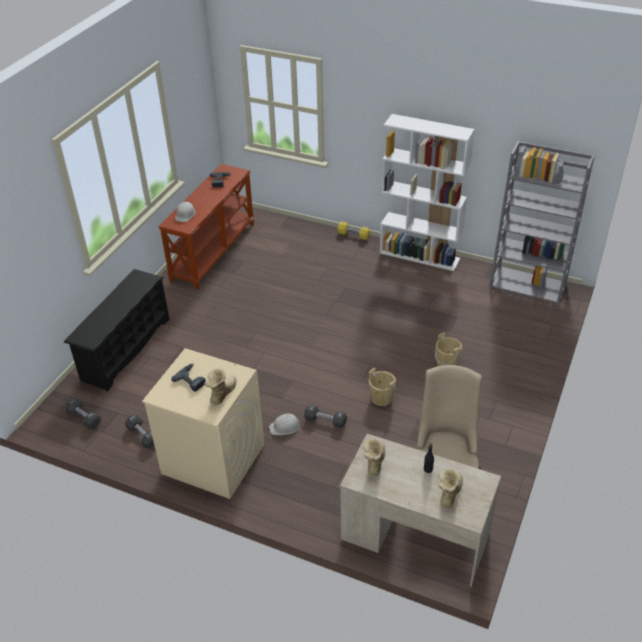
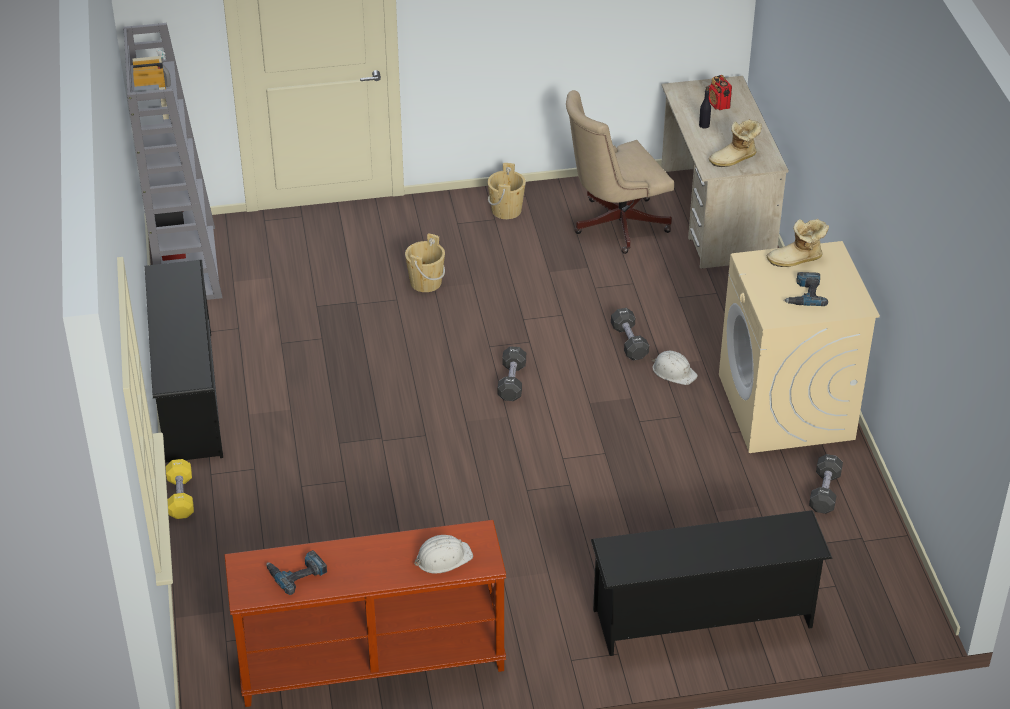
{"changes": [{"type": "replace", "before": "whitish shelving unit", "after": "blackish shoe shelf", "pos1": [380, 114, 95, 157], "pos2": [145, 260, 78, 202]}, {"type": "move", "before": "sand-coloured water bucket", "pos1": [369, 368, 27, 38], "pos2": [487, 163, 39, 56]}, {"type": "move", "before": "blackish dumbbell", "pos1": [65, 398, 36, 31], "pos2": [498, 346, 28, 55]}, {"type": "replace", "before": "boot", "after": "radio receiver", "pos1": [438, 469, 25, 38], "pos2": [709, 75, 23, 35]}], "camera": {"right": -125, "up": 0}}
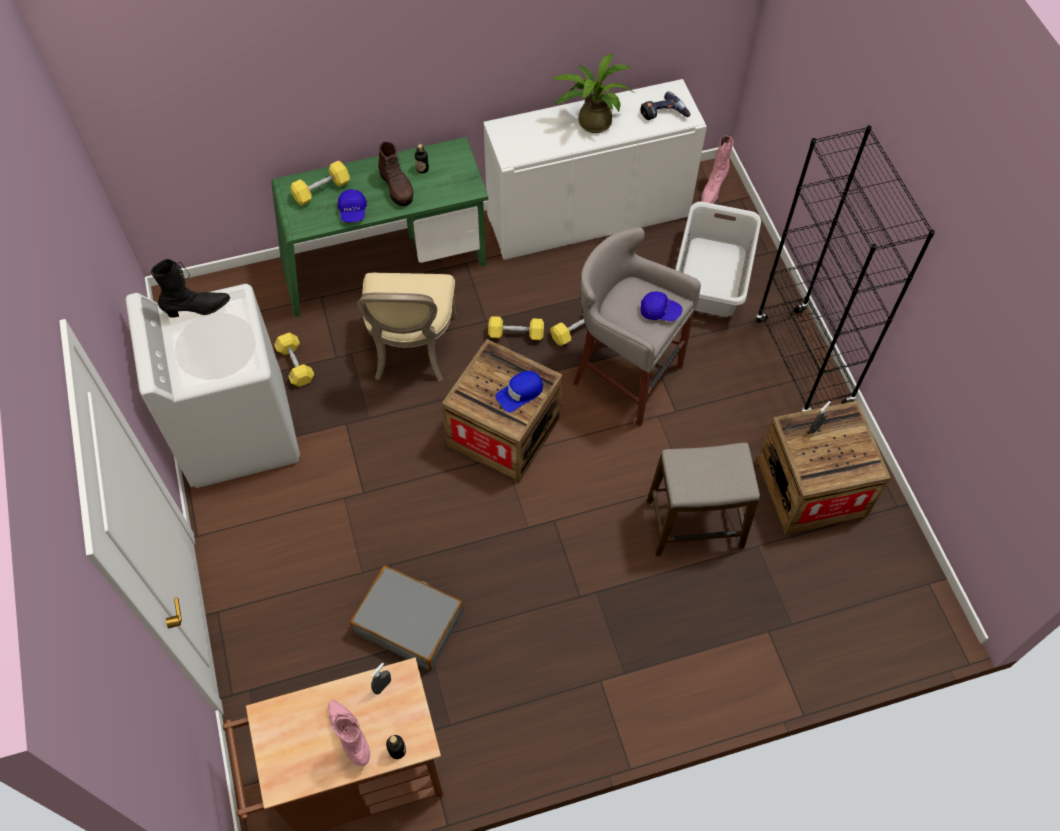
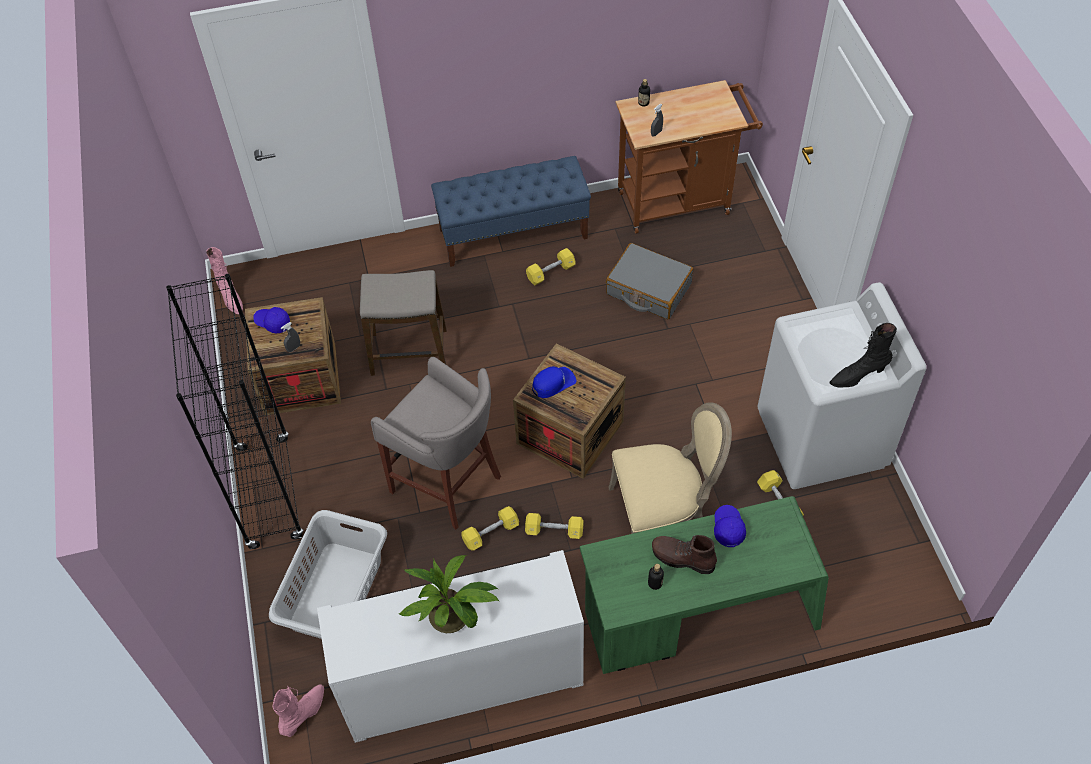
{"changes": [{"type": "move", "before": "pink boot", "pos1": [328, 700, 42, 66], "pos2": [206, 247, 37, 67]}, {"type": "move", "before": "bluish baseball cap", "pos1": [640, 291, 43, 30], "pos2": [253, 307, 37, 26]}, {"type": "insert", "after": "bluish bench", "pos2": [431, 156, 160, 111]}, {"type": "move", "before": "yellowish dumbbell", "pos1": [291, 160, 59, 46], "pos2": [526, 248, 50, 37]}, {"type": "rotate", "before": "sand-coloured upright chair", "pos1": [357, 273, 100, 109], "pos2": [608, 402, 124, 132], "turn": 75}, {"type": "rotate", "before": "brown boot", "pos1": [378, 141, 35, 65], "pos2": [652, 535, 65, 39], "turn": -45}, {"type": "delete", "before": "drill", "pos1": [640, 91, 50, 29]}], "camera": {"right": -175, "up": -5}}
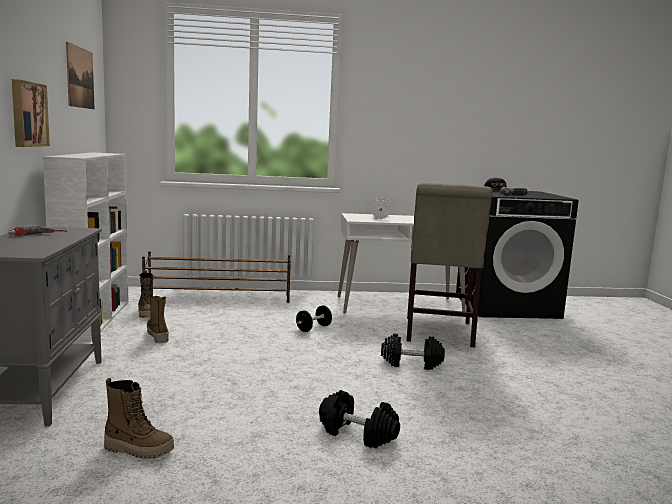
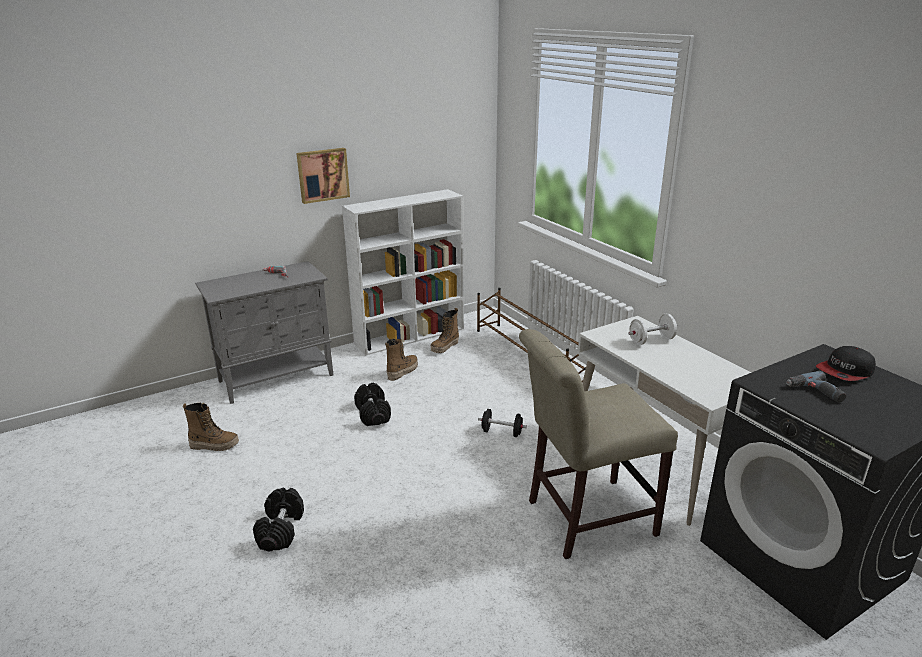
{"changes": [{"type": "rotate", "before": "boot", "pos1": [104, 378, 70, 81], "pos2": [183, 403, 56, 48], "turn": -75}, {"type": "move", "before": "blackish dumbbell", "pos1": [381, 333, 64, 37], "pos2": [354, 383, 37, 43]}, {"type": "delete", "before": "wall art", "pos1": [66, 42, 28, 67]}], "camera": {"right": 65, "up": 15}}
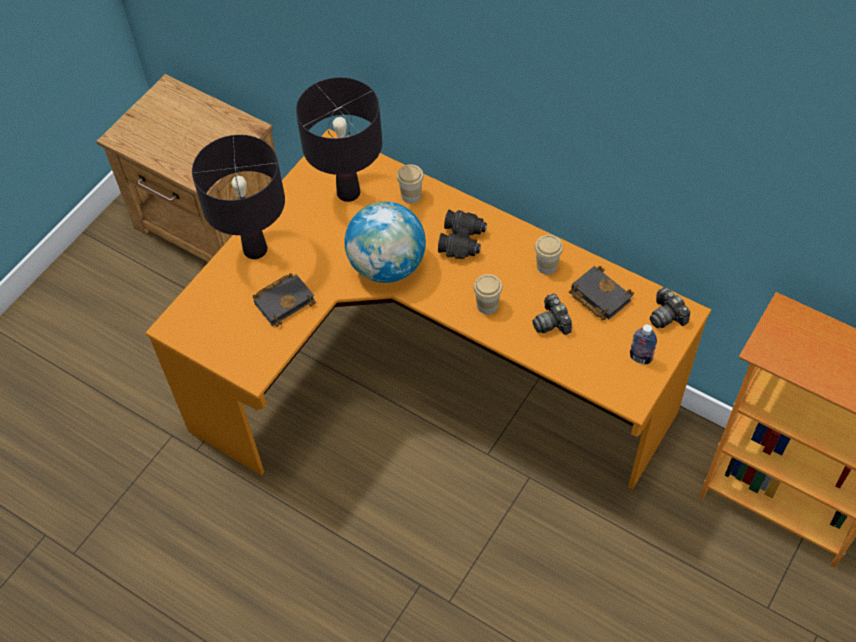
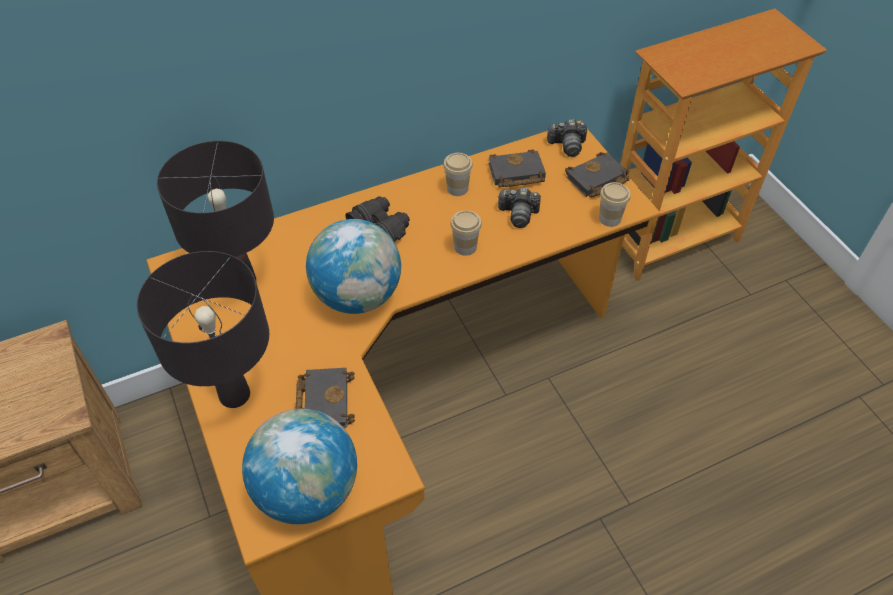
{"changes": [{"type": "insert", "after": "world globe", "pos2": [242, 409, 115, 115]}, {"type": "replace", "before": "drink bottle", "after": "blackish book", "pos1": [630, 324, 27, 40], "pos2": [565, 152, 65, 46]}, {"type": "move", "before": "small cup", "pos1": [397, 164, 27, 39], "pos2": [599, 182, 31, 45]}], "camera": {"right": -60, "up": -5}}
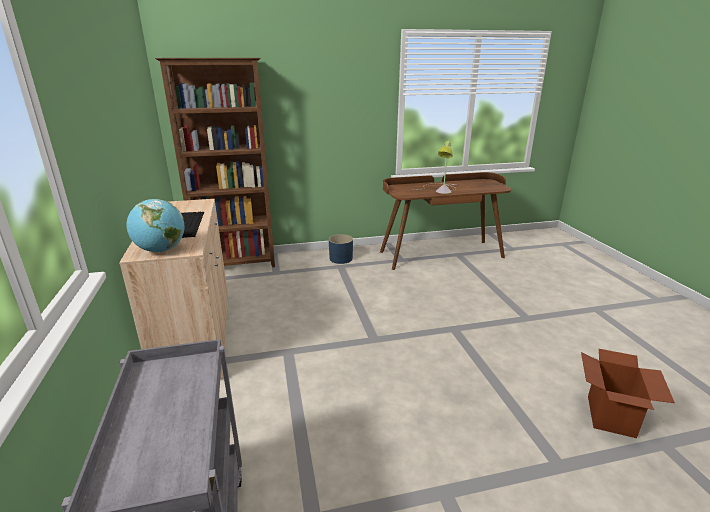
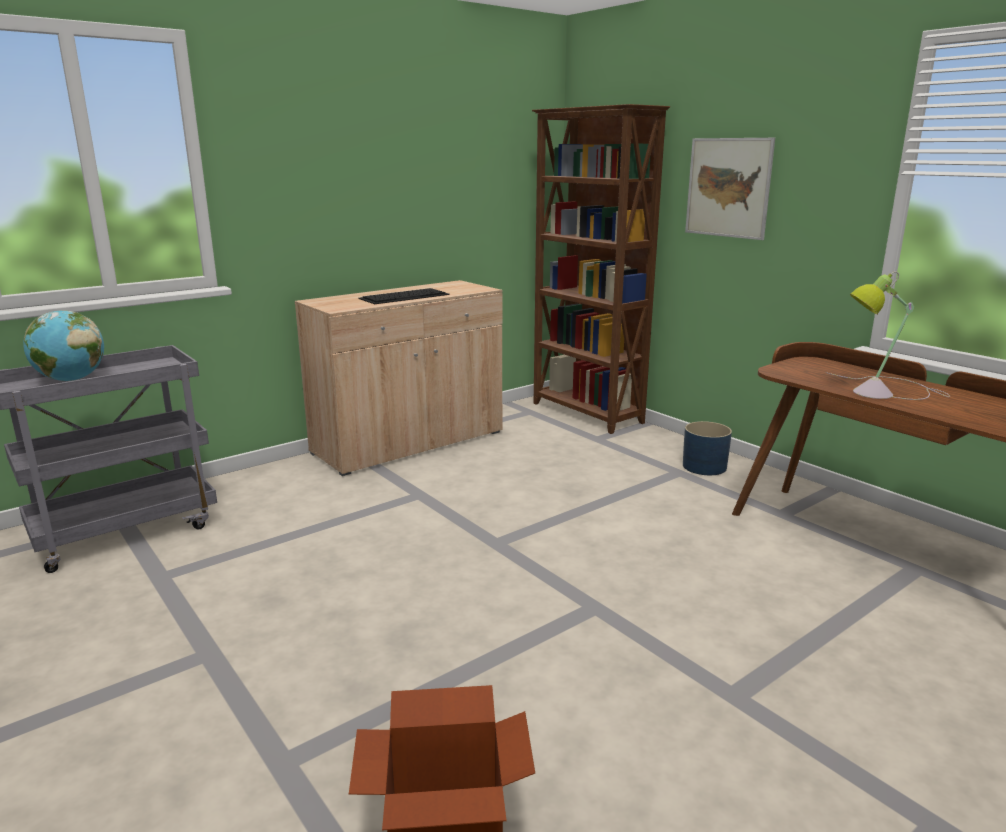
{"changes": [{"type": "move", "before": "world globe", "pos1": [127, 199, 58, 53], "pos2": [23, 310, 81, 71]}, {"type": "insert", "after": "wall art", "pos2": [685, 138, 90, 102]}], "camera": {"right": 65, "up": -5}}
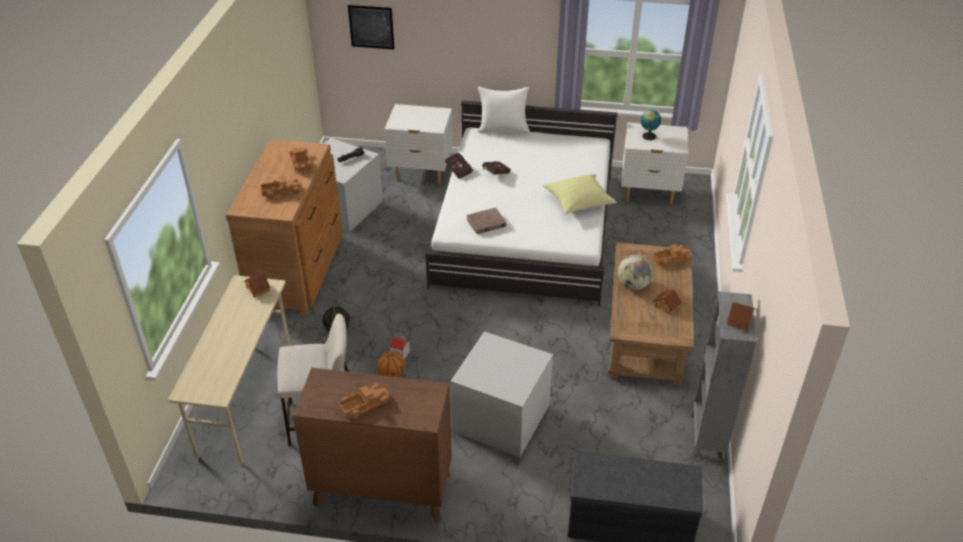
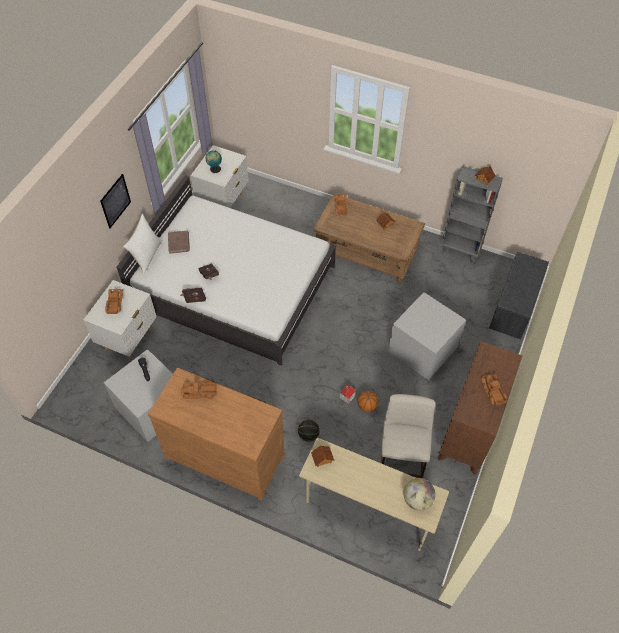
{"changes": [{"type": "move", "before": "wall art", "pos1": [348, 5, 46, 44], "pos2": [100, 174, 31, 55]}, {"type": "move", "before": "model truck", "pos1": [260, 176, 42, 23], "pos2": [105, 289, 18, 25]}, {"type": "move", "before": "brown book", "pos1": [466, 207, 41, 27], "pos2": [168, 231, 22, 23]}, {"type": "move", "before": "world globe", "pos1": [618, 255, 35, 35], "pos2": [403, 478, 33, 33]}, {"type": "delete", "before": "yellowish pillow", "pos1": [543, 174, 74, 40]}], "camera": {"right": -75, "up": 15}}
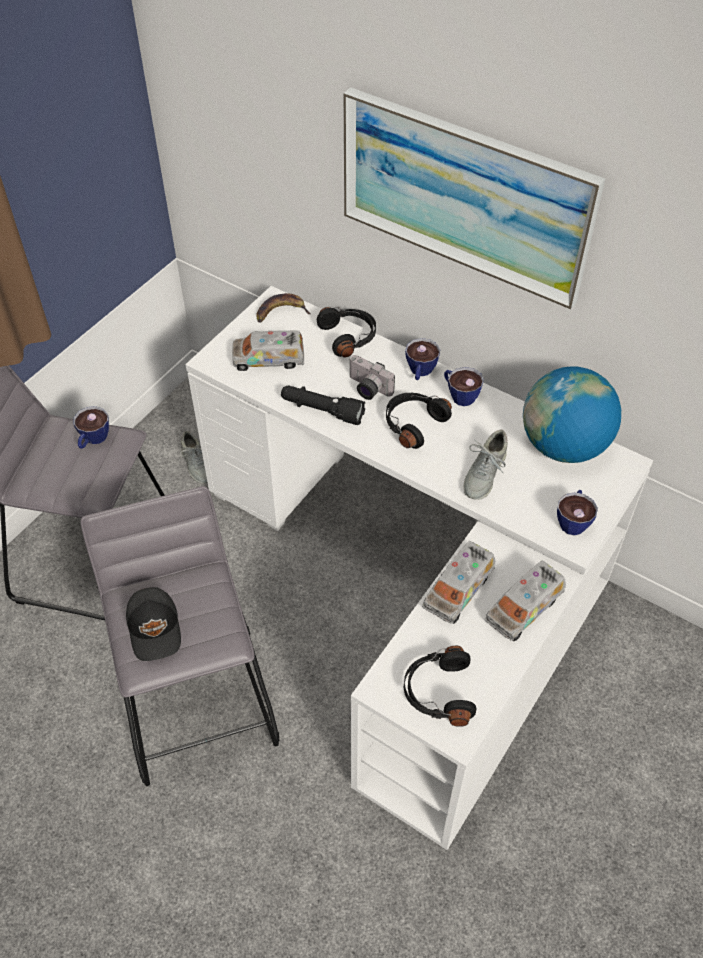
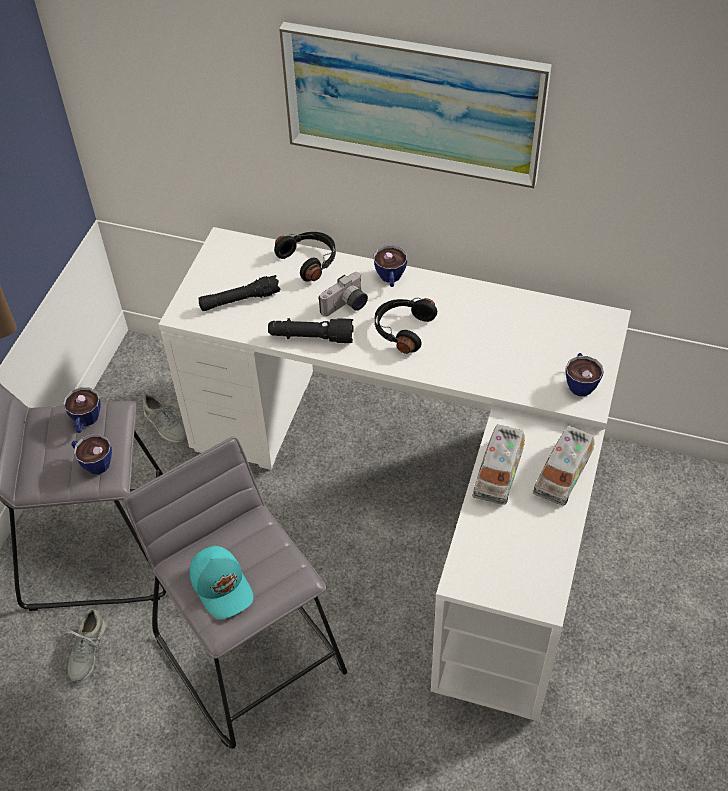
{"changes": [{"type": "move", "before": "gray item of footwear", "pos1": [464, 430, 44, 70], "pos2": [64, 609, 42, 73]}, {"type": "move", "before": "small cup", "pos1": [444, 367, 40, 39], "pos2": [71, 434, 41, 40]}, {"type": "recolor", "before": "blackish baseball cap", "after": "turquoise baseball cap", "pos1": [126, 587, 55, 74], "pos2": [190, 546, 64, 73]}, {"type": "replace", "before": "model truck", "after": "blackish flashlight", "pos1": [232, 330, 72, 41], "pos2": [198, 275, 83, 36]}, {"type": "rotate", "before": "still camera", "pos1": [349, 355, 46, 45], "pos2": [318, 272, 50, 45], "turn": -60}, {"type": "delete", "before": "banana fruit", "pos1": [256, 293, 54, 30]}, {"type": "delete", "before": "blackish headset", "pos1": [404, 646, 72, 81]}, {"type": "delete", "before": "world globe", "pos1": [523, 366, 98, 97]}], "camera": {"right": -15, "up": 0}}
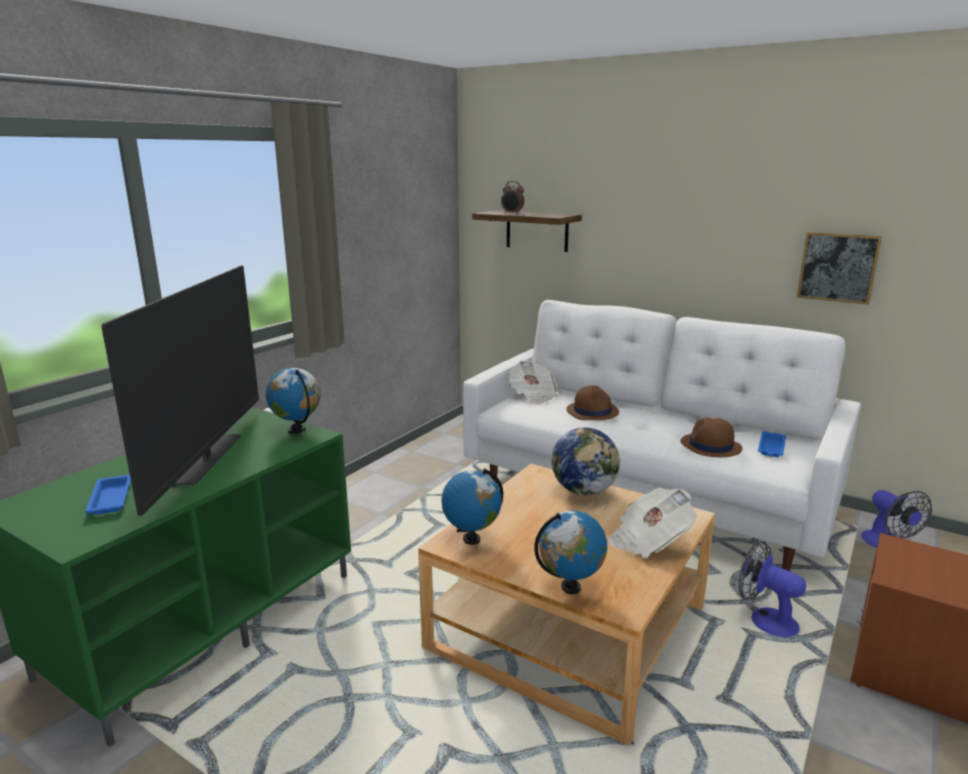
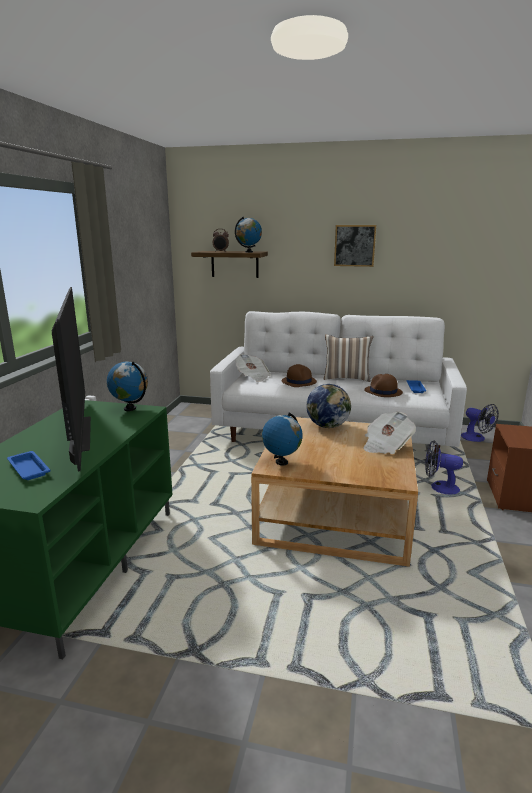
{"changes": [{"type": "move", "before": "world globe", "pos1": [534, 511, 73, 83], "pos2": [235, 217, 27, 35]}, {"type": "insert", "after": "pillow", "pos2": [324, 334, 50, 48]}, {"type": "move", "before": "wall art", "pos1": [797, 232, 85, 73], "pos2": [334, 225, 42, 42]}], "camera": {"right": -20, "up": 0}}
